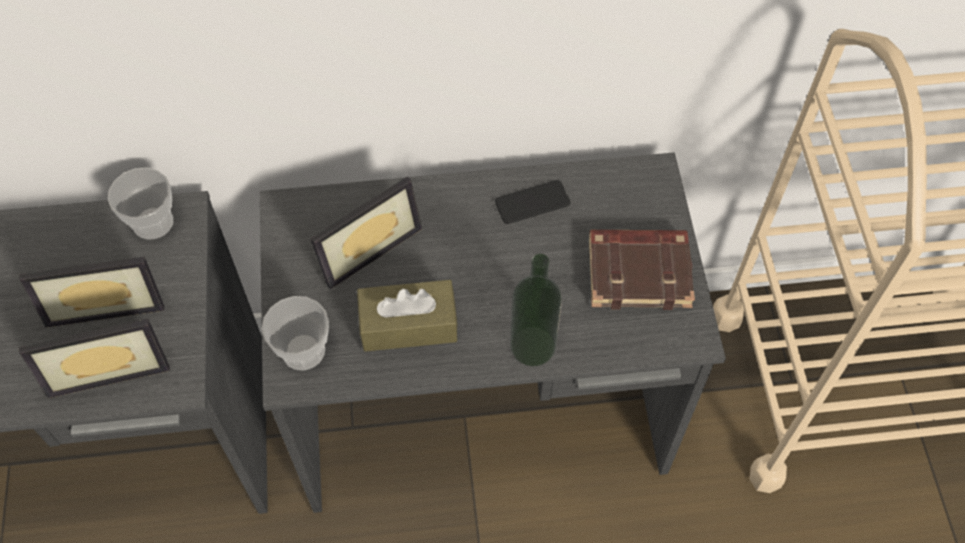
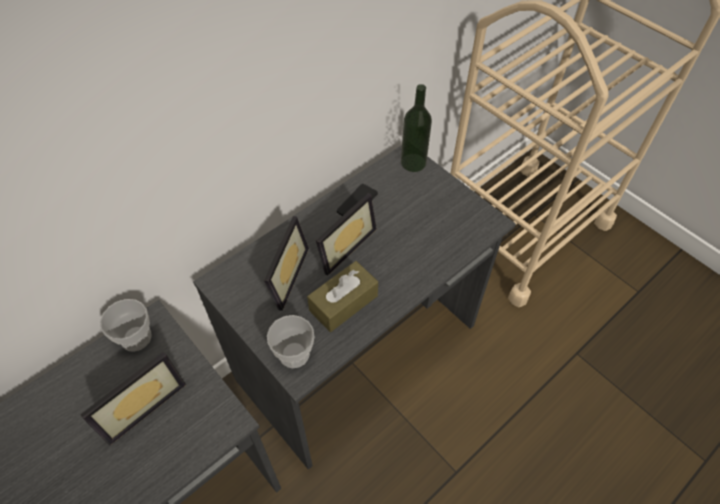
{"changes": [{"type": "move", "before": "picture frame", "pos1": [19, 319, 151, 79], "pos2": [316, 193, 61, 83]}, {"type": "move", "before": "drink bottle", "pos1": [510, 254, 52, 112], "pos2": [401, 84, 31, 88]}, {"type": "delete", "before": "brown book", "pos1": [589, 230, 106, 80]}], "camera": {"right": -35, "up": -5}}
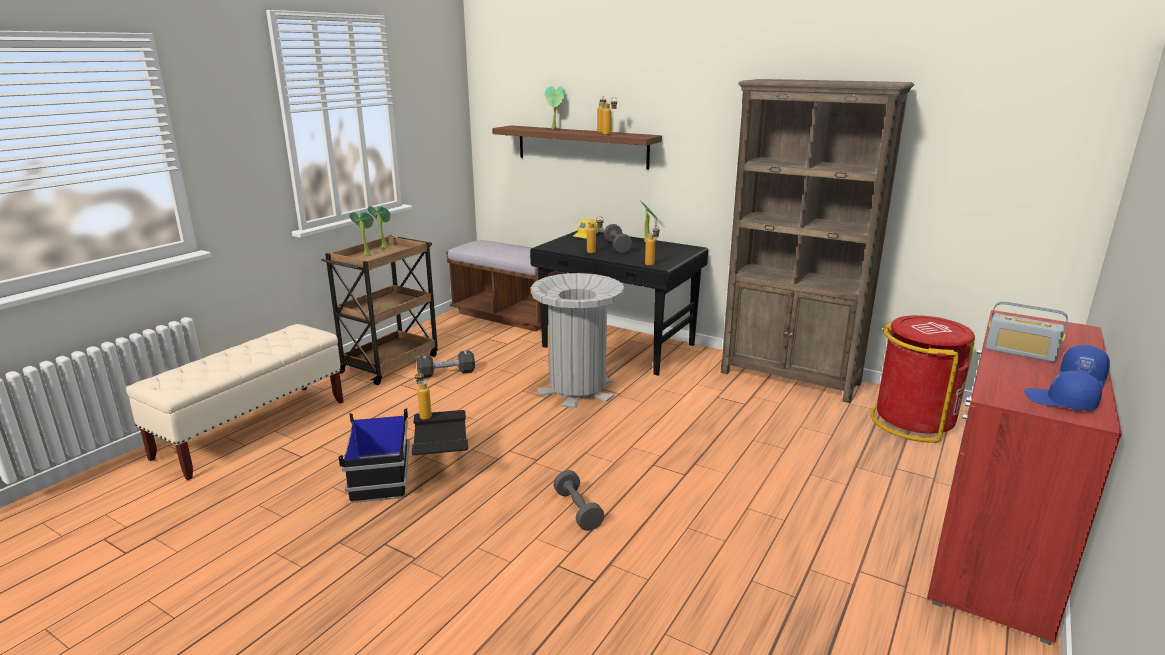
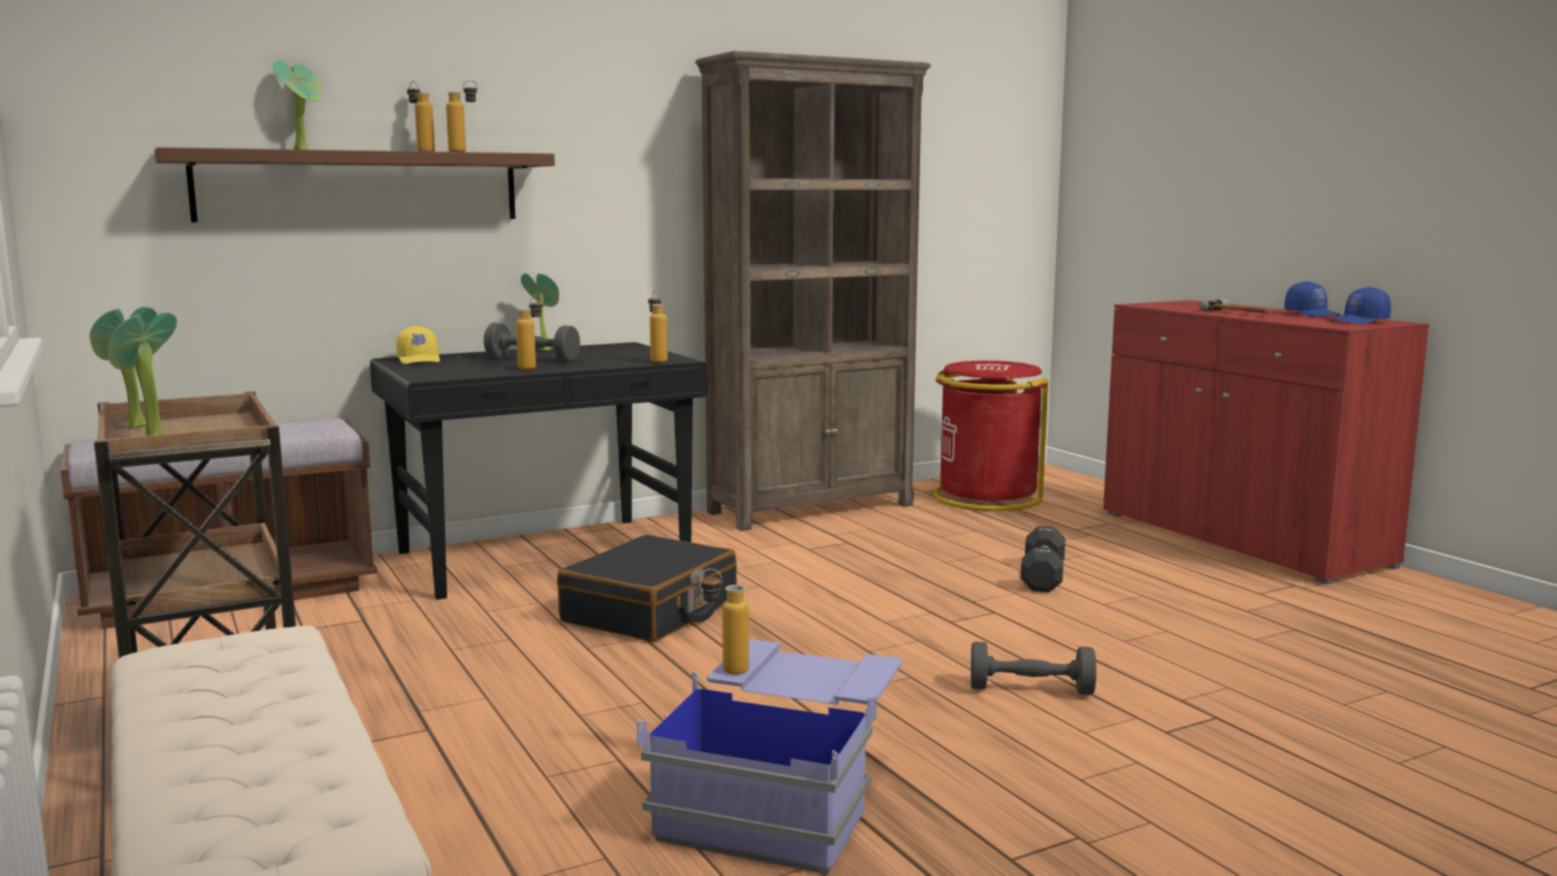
{"changes": [{"type": "replace", "before": "gray waste bin", "after": "blackish piece of luggage", "pos1": [531, 273, 93, 135], "pos2": [557, 535, 180, 107]}, {"type": "recolor", "before": "blackish storage bin", "after": "bluish storage bin", "pos1": [339, 408, 129, 95], "pos2": [637, 639, 265, 235]}, {"type": "move", "before": "blackish dumbbell", "pos1": [416, 350, 59, 28], "pos2": [1021, 526, 44, 66]}, {"type": "replace", "before": "radio receiver", "after": "tool hammer", "pos1": [985, 301, 83, 61], "pos2": [1199, 299, 73, 14]}], "camera": {"right": -60, "up": -10}}
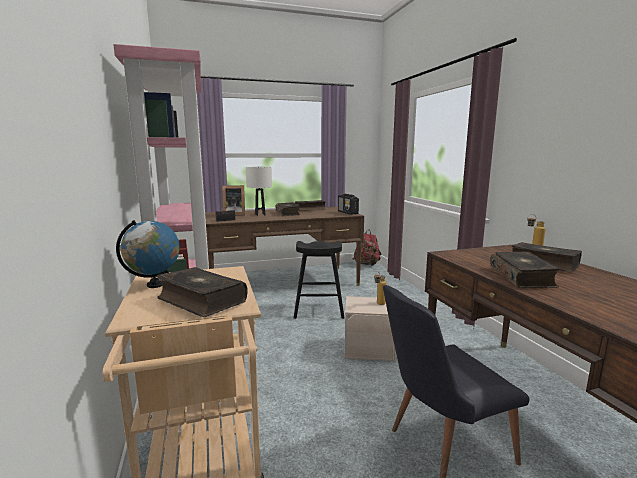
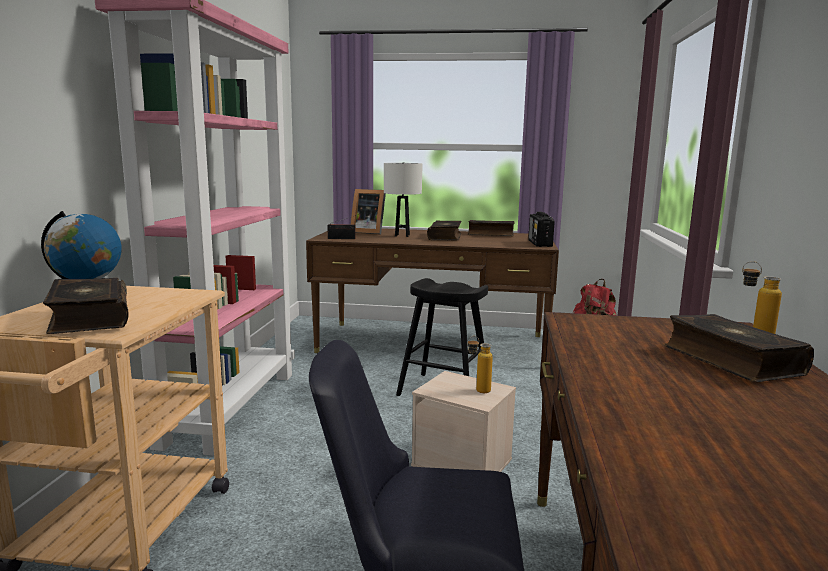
{"changes": [{"type": "delete", "before": "book", "pos1": [490, 252, 70, 36]}], "camera": {"right": 25, "up": 0}}
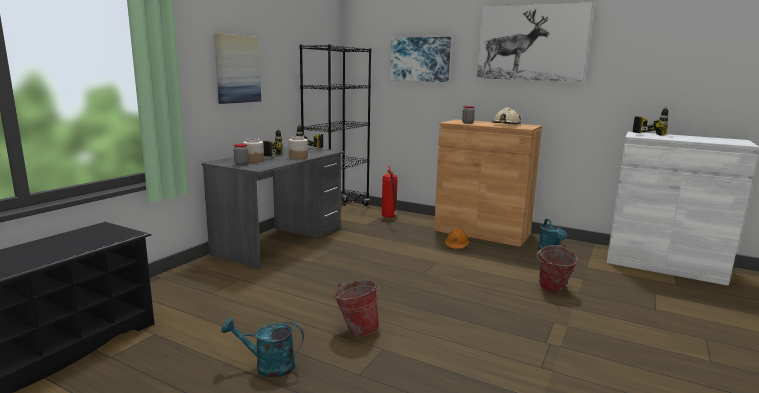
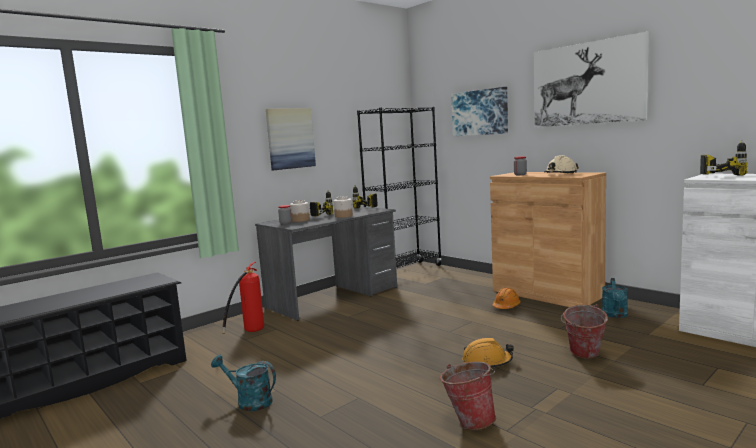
{"changes": [{"type": "move", "before": "fire-fighting cylinder", "pos1": [382, 166, 16, 52], "pos2": [222, 262, 42, 72]}, {"type": "move", "before": "water bucket", "pos1": [333, 280, 47, 57], "pos2": [440, 362, 56, 68]}, {"type": "insert", "after": "orangey hard hat", "pos2": [462, 338, 52, 30]}], "camera": {"right": 20, "up": -5}}
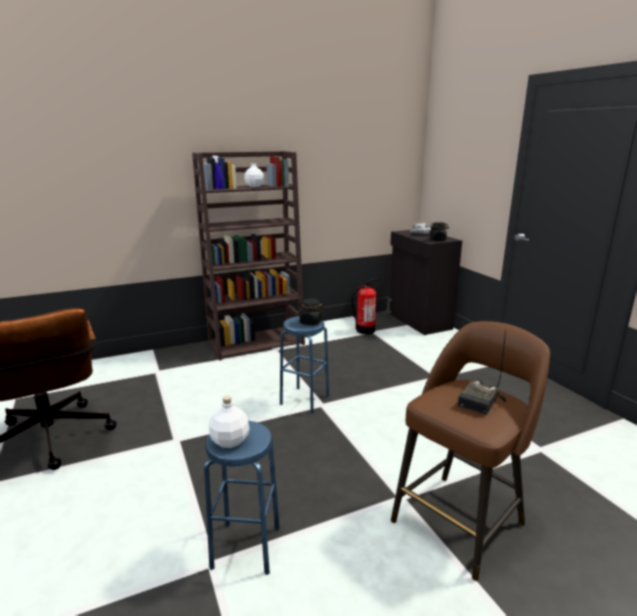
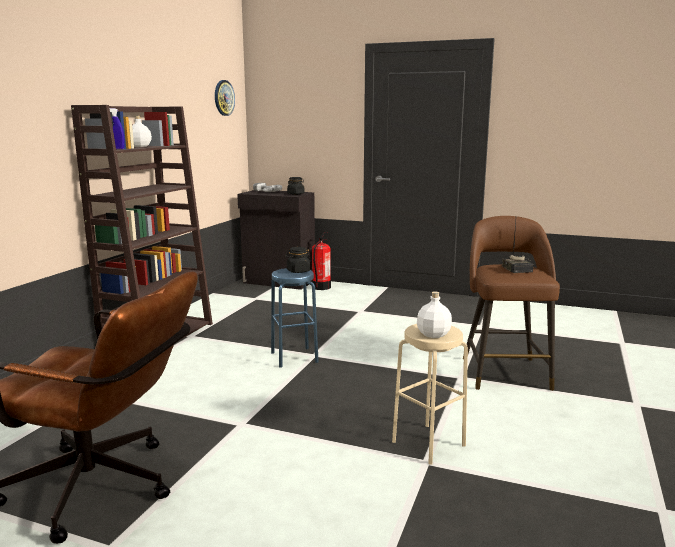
{"changes": [{"type": "insert", "after": "wall clock", "pos2": [215, 80, 20, 36]}, {"type": "move", "before": "fire-fighting cylinder", "pos1": [352, 278, 27, 57], "pos2": [312, 232, 19, 58]}, {"type": "recolor", "before": "bluish sitting stool", "after": "sand-coloured sitting stool", "pos1": [204, 421, 76, 154], "pos2": [392, 324, 76, 141]}], "camera": {"right": -45, "up": -5}}
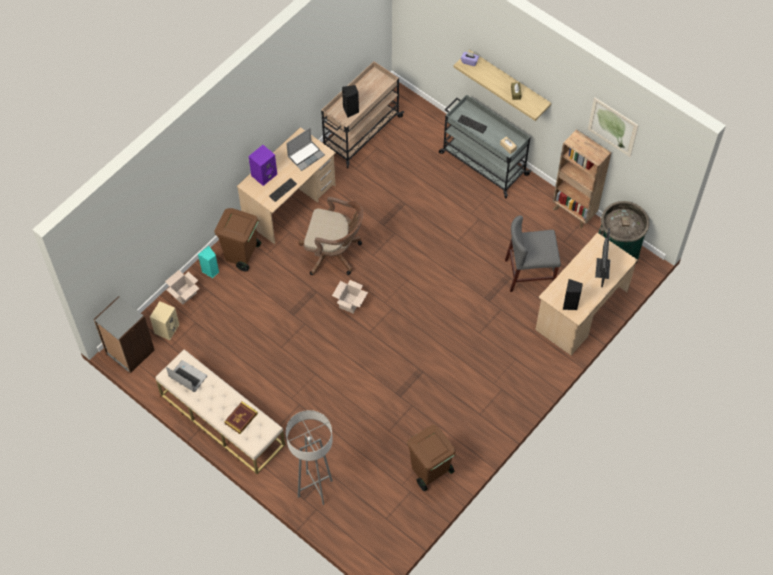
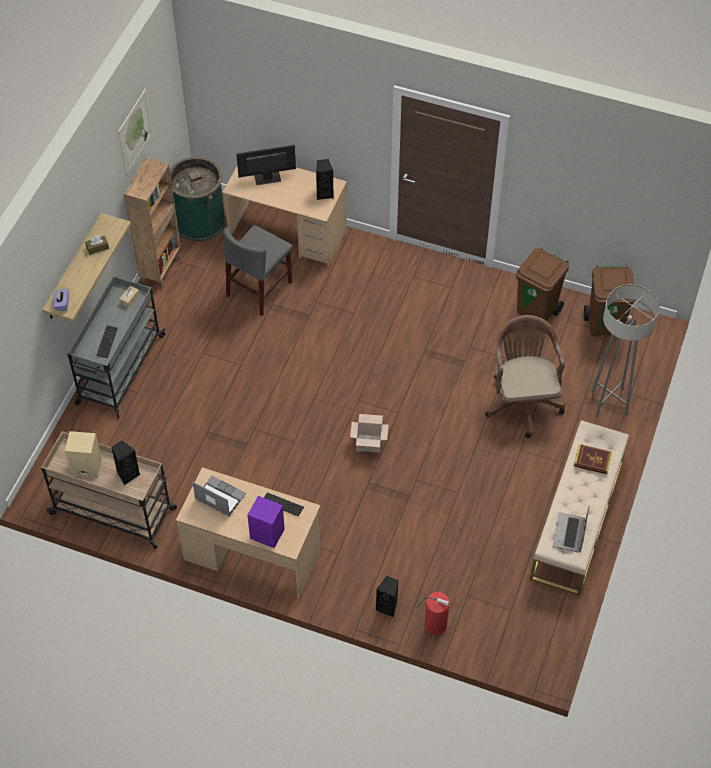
{"changes": [{"type": "move", "before": "sand-coloured speaker", "pos1": [150, 301, 29, 39], "pos2": [65, 431, 37, 47]}, {"type": "rotate", "before": "gray upright chair", "pos1": [505, 216, 56, 76], "pos2": [223, 225, 70, 91], "turn": 60}, {"type": "recolor", "before": "turquoise speaker", "after": "blackish speaker", "pos1": [198, 246, 21, 32], "pos2": [376, 576, 22, 41]}, {"type": "replace", "before": "cardboard box", "after": "fire-fighting cylinder", "pos1": [165, 270, 35, 35], "pos2": [415, 592, 34, 43]}, {"type": "move", "before": "brown office chair", "pos1": [298, 197, 65, 78], "pos2": [486, 315, 79, 123]}, {"type": "move", "before": "brown waste bin", "pos1": [214, 208, 47, 64], "pos2": [584, 265, 50, 71]}, {"type": "delete", "before": "gray shelving unit", "pos1": [94, 296, 60, 77]}], "camera": {"right": -110, "up": -5}}
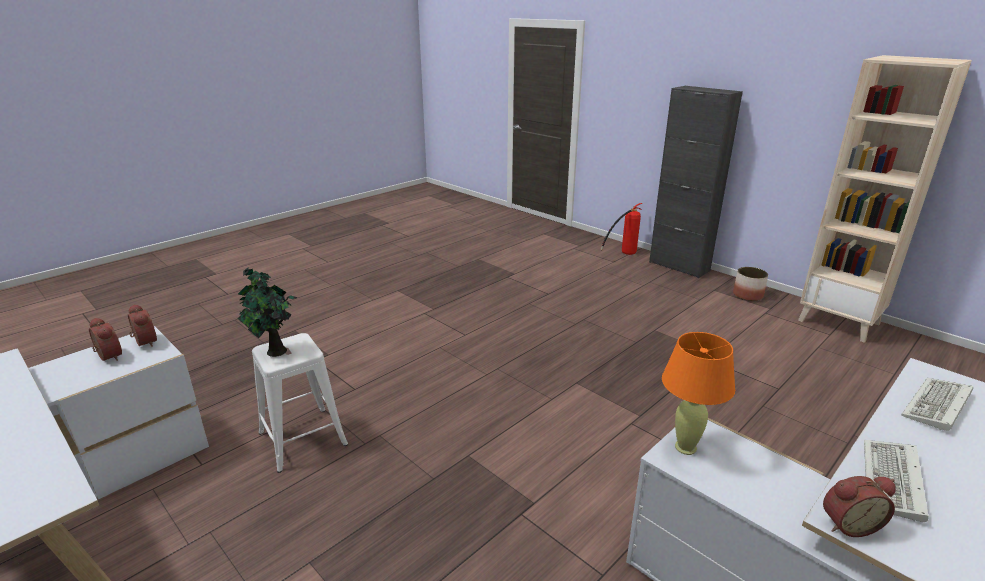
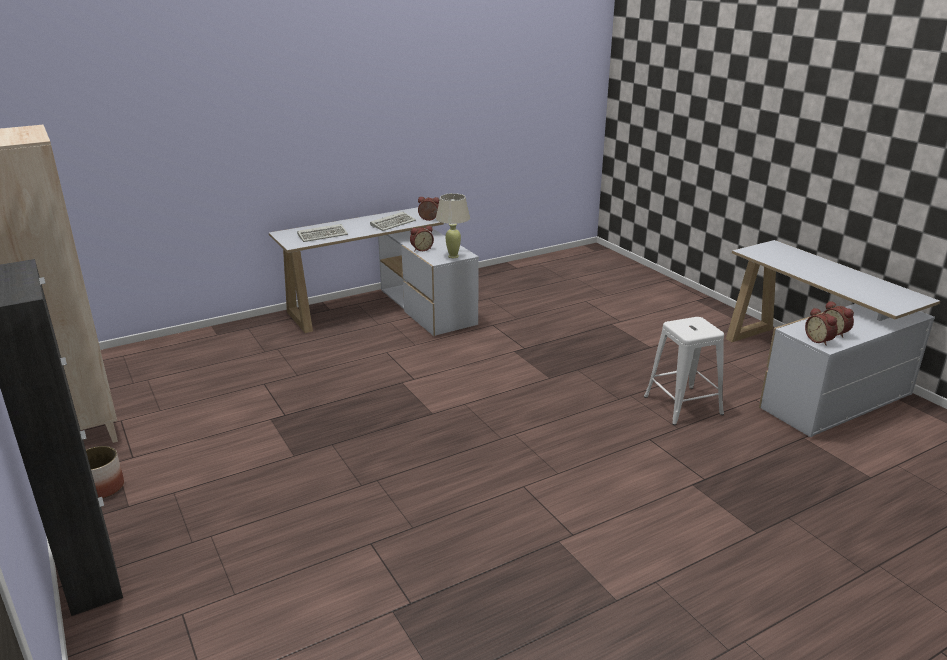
{"changes": [{"type": "insert", "after": "table clock", "pos2": [410, 226, 24, 25]}, {"type": "recolor", "before": "orangey tabletop lamp", "after": "sand-coloured tabletop lamp", "pos1": [662, 332, 73, 123], "pos2": [436, 193, 34, 65]}, {"type": "delete", "before": "potted plant", "pos1": [238, 267, 59, 90]}, {"type": "delete", "before": "fire-fighting cylinder", "pos1": [600, 203, 43, 52]}], "camera": {"right": -165, "up": 0}}
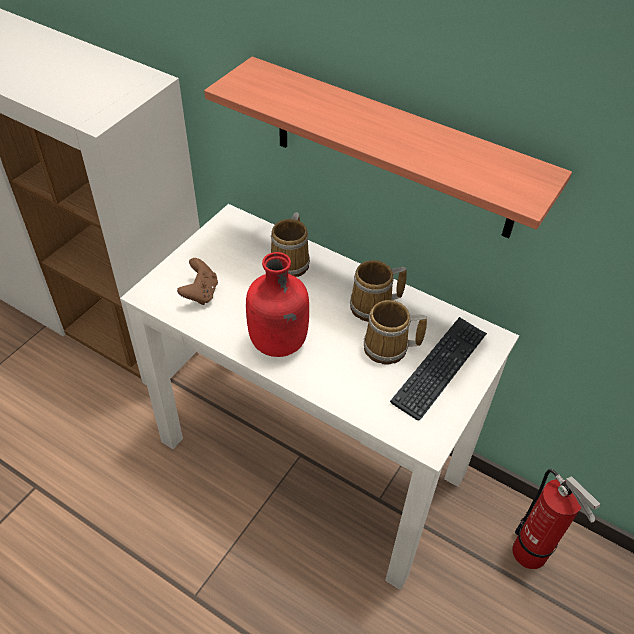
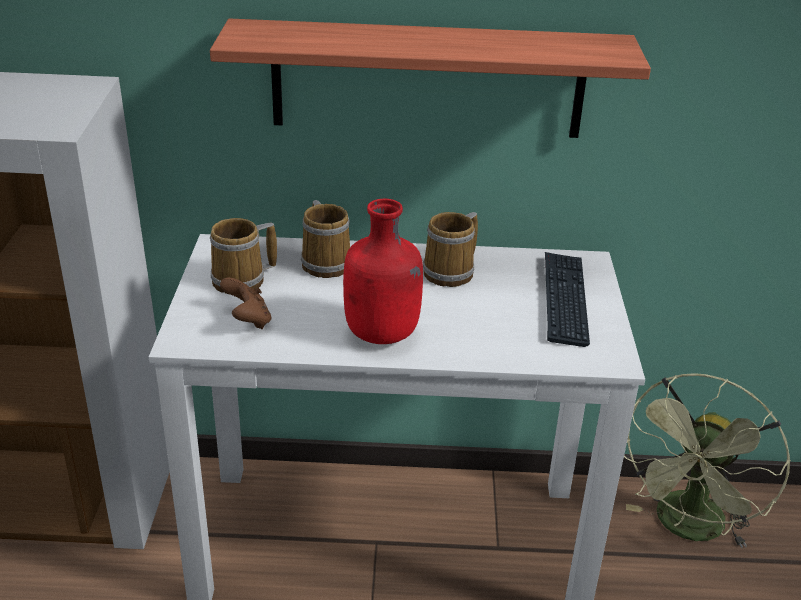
{"changes": [{"type": "move", "before": "coffee mug", "pos1": [364, 300, 63, 65], "pos2": [210, 218, 67, 77]}, {"type": "replace", "before": "fire-fighting cylinder", "after": "green-coloured electric fan", "pos1": [512, 469, 88, 100], "pos2": [624, 373, 167, 175]}], "camera": {"right": -30, "up": -15}}
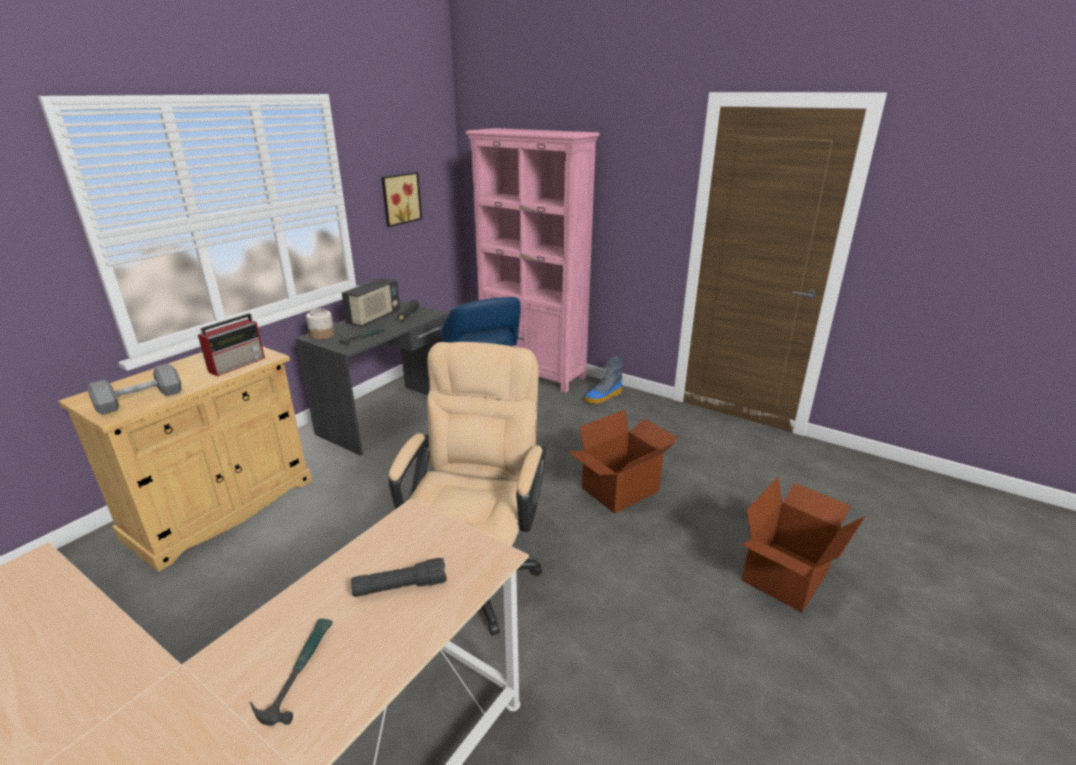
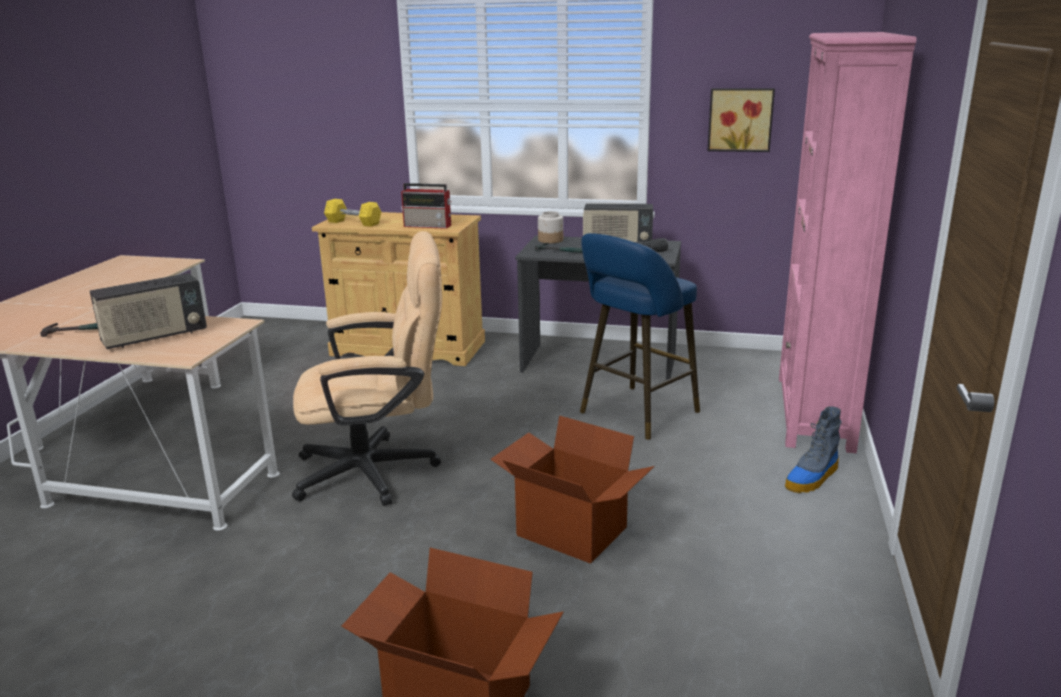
{"changes": [{"type": "replace", "before": "blackish flashlight", "after": "radio receiver", "pos1": [351, 558, 96, 39], "pos2": [89, 273, 118, 76]}, {"type": "recolor", "before": "gray dumbbell", "after": "yellowish dumbbell", "pos1": [87, 363, 95, 52], "pos2": [324, 199, 57, 28]}, {"type": "rotate", "before": "boot", "pos1": [585, 356, 38, 48], "pos2": [785, 406, 57, 87], "turn": -75}], "camera": {"right": 70, "up": -5}}
